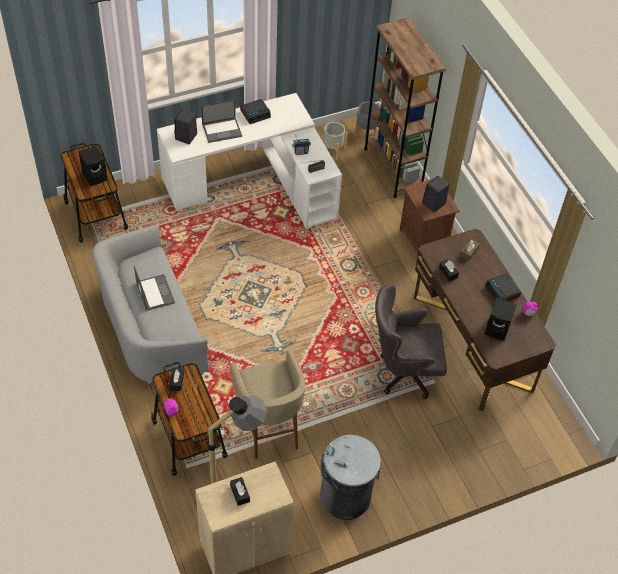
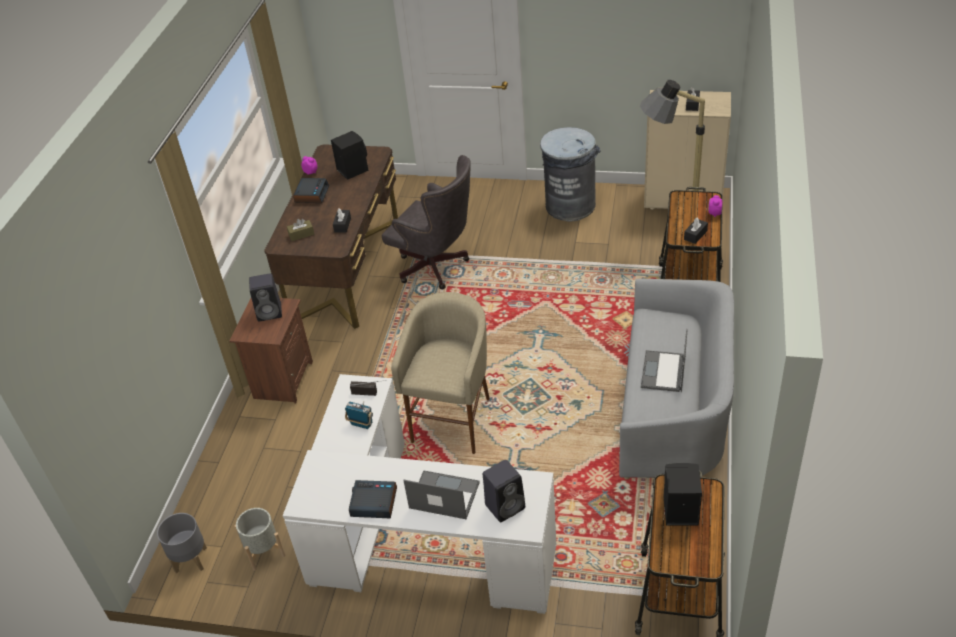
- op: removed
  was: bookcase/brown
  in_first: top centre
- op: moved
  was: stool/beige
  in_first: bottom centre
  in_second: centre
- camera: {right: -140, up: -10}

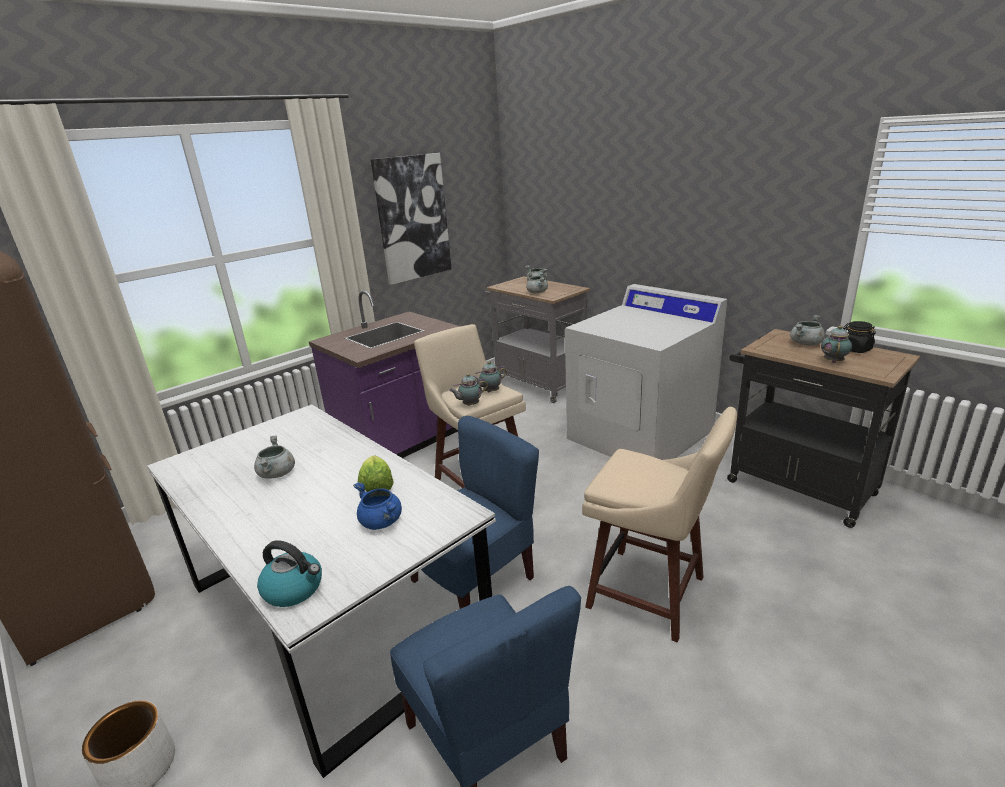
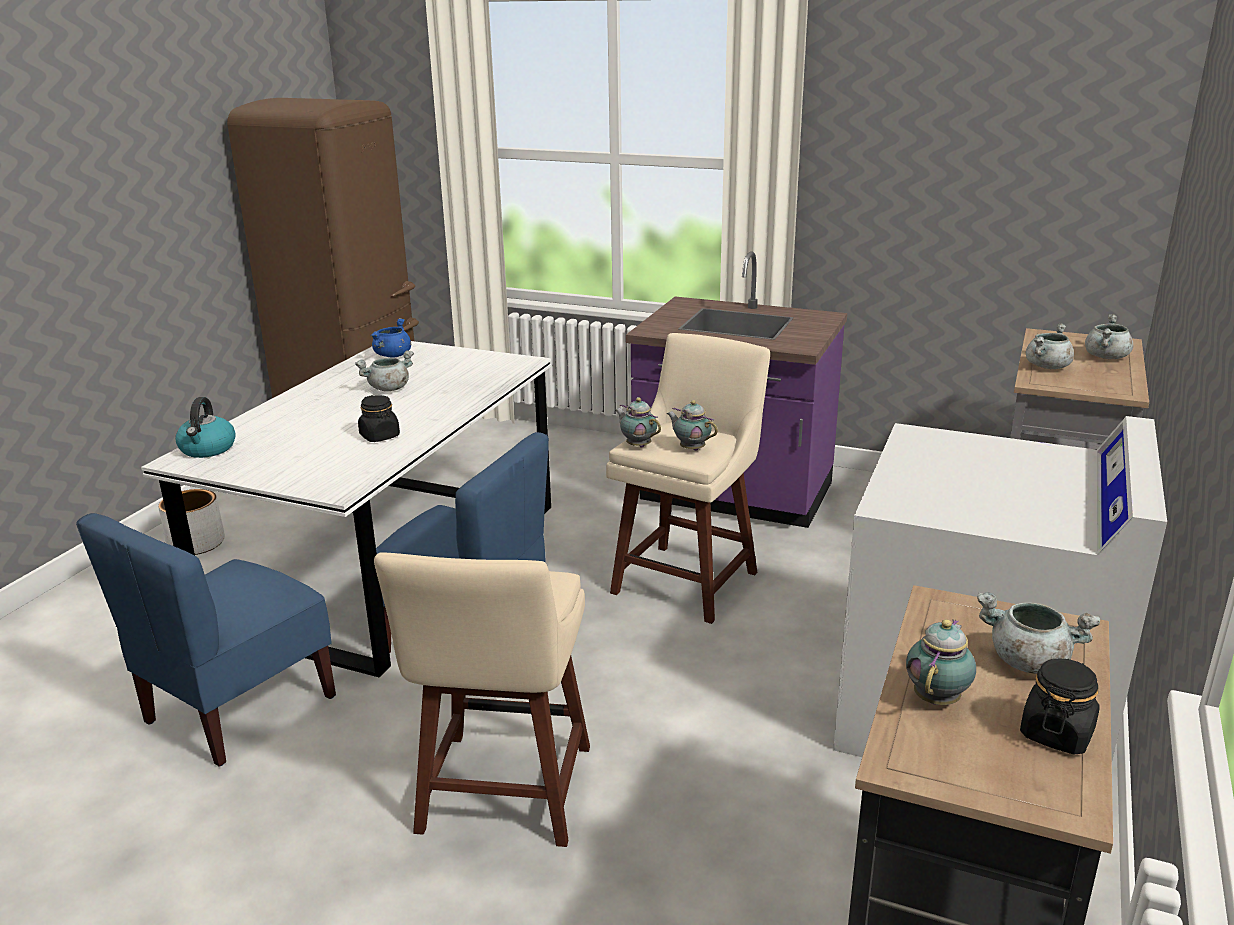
- op: removed
  was: picture
  in_first: top centre
- op: turned
  was: teapot (3rd from left)
  in_first: middle right
  in_second: bottom right
  clockwise: -60
- op: replaced
  was: lettuce
  now: jar/black (1st from left)
  in_first: centre
  in_second: middle left
- op: moved
  was: cooking pot/blue
  in_first: centre
  in_second: middle left
- camera: {right: 65, up: 0}

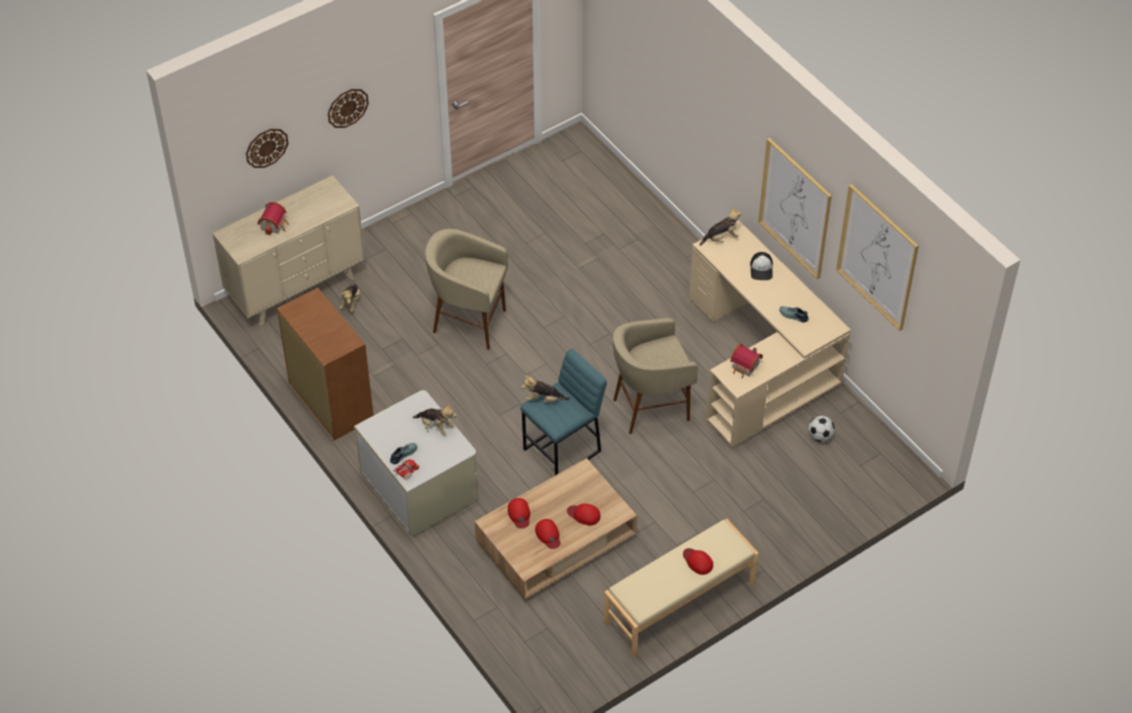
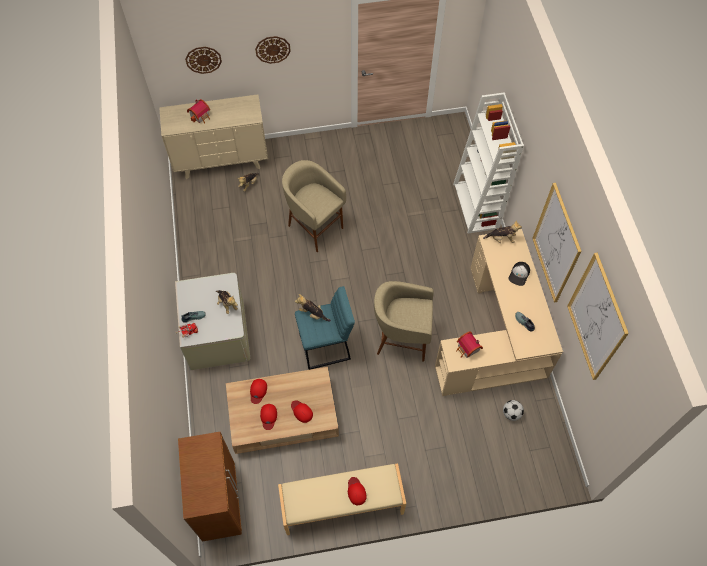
- op: moved
  was: cabinet/brown
  in_first: middle left
  in_second: bottom left
- op: added
  now: bookcase/white
  in_second: top right
- camera: {right: 25, up: 10}

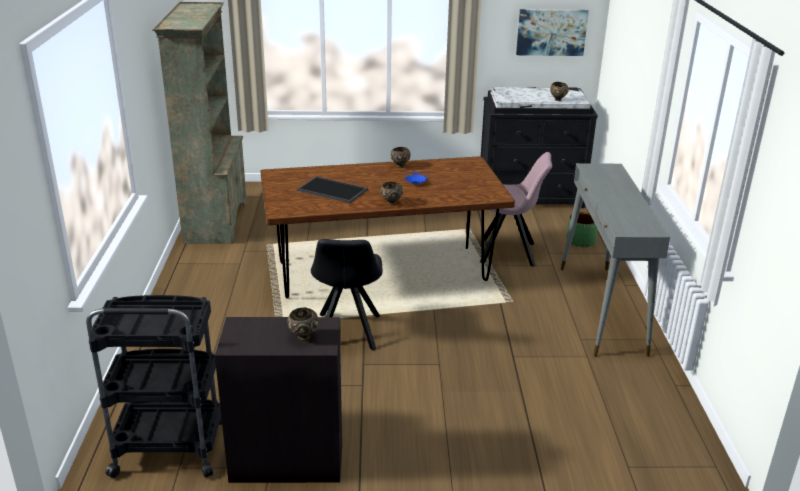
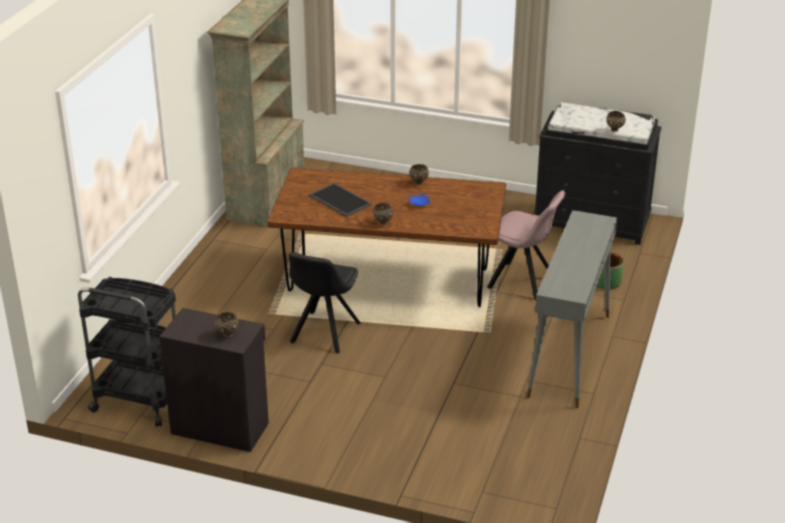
- op: removed
  was: picture
  in_first: top right
- camera: {right: 20, up: 5}

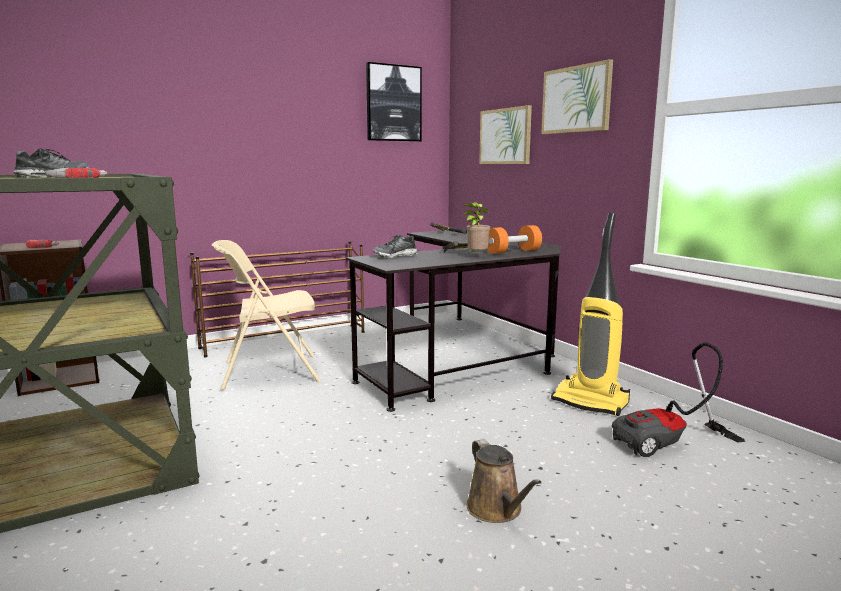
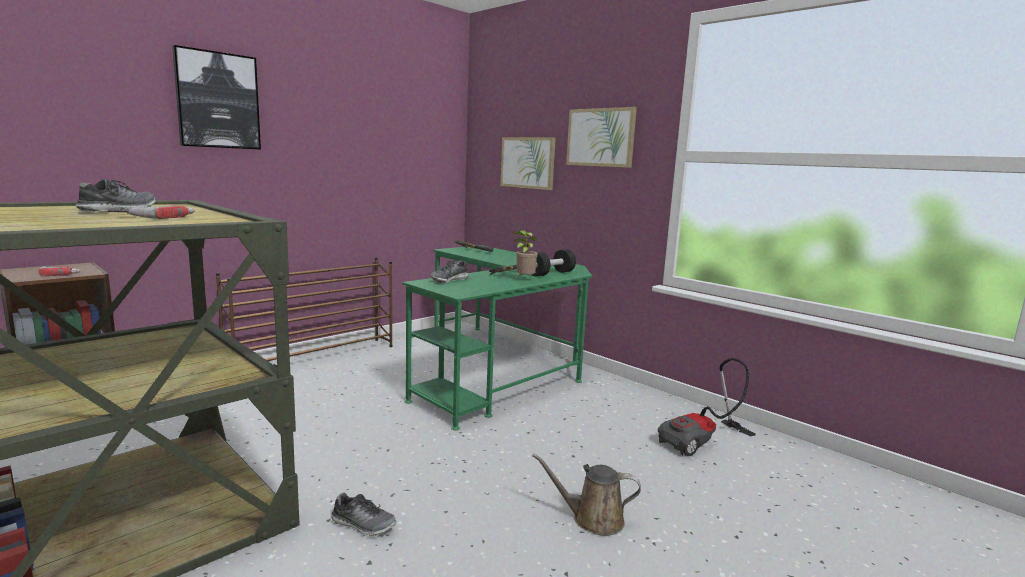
- op: moved
  was: picture (1st from left)
  in_first: top centre
  in_second: top left
- op: removed
  was: vacuum cleaner (1st from left)
  in_first: middle right
- op: recoloured
  was: dumbbell/orange
  now: dumbbell/black
  in_first: centre
  in_second: centre
- op: recoloured
  was: desk/black
  now: desk/green
  in_first: centre
  in_second: centre
- op: removed
  was: chair/beige
  in_first: middle left
- op: turned
  was: watering can/brown
  in_first: bottom centre
  in_second: bottom centre
  clockwise: 135
- op: added
  now: shoe (2nd from left)
  in_second: bottom centre
- camera: {right: -15, up: 0}

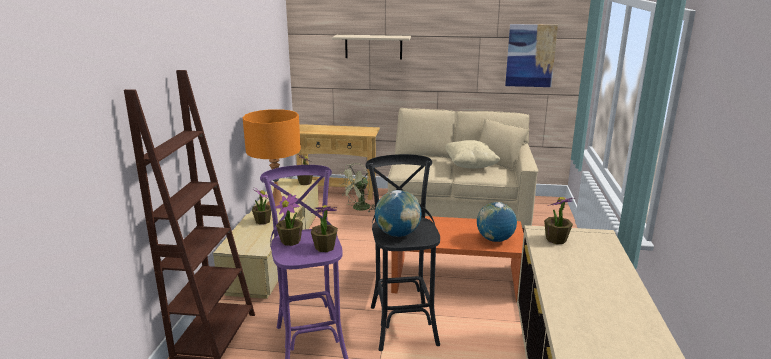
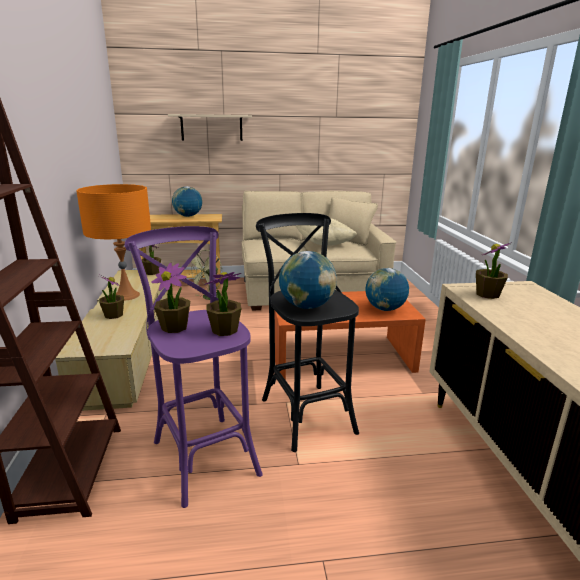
- op: removed
  was: picture
  in_first: top right
- op: added
  now: globe (1st from left)
  in_second: middle left
- camera: {right: -15, up: 0}

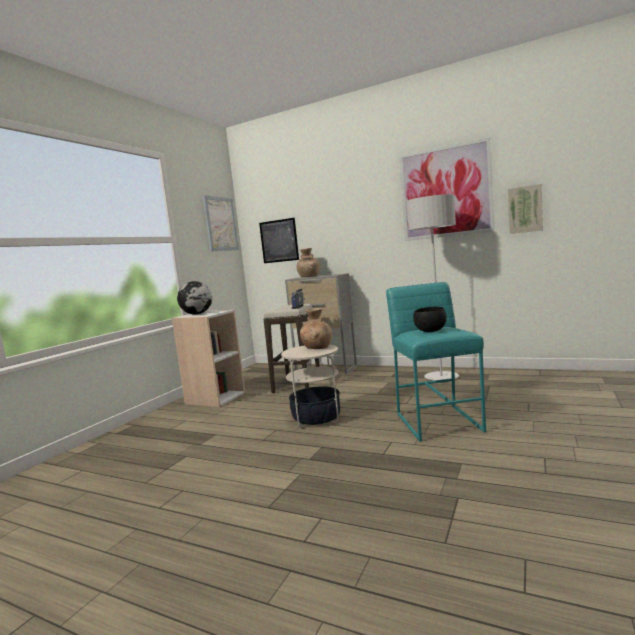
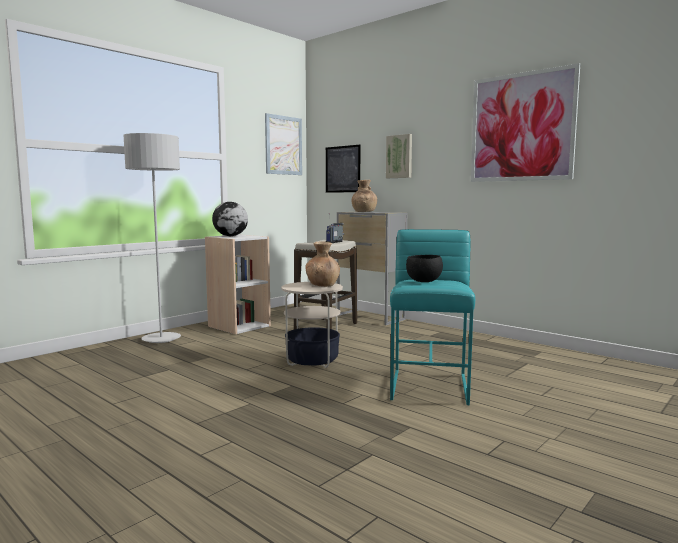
- op: moved
  was: picture (4th from left in the first image)
  now: picture (3rd from left)
  in_first: top right
  in_second: top centre
- op: moved
  was: floor lamp/grey
  in_first: middle right
  in_second: middle left
- camera: {right: 15, up: 0}

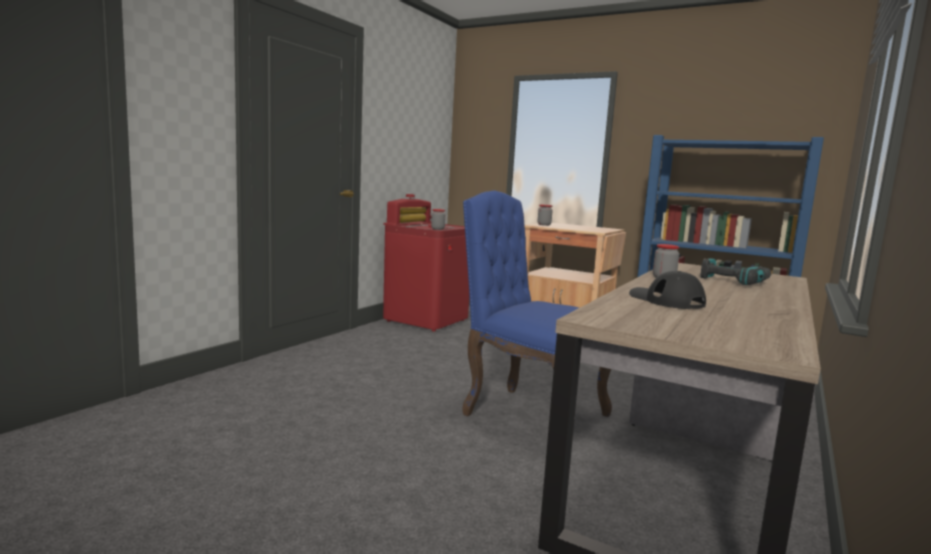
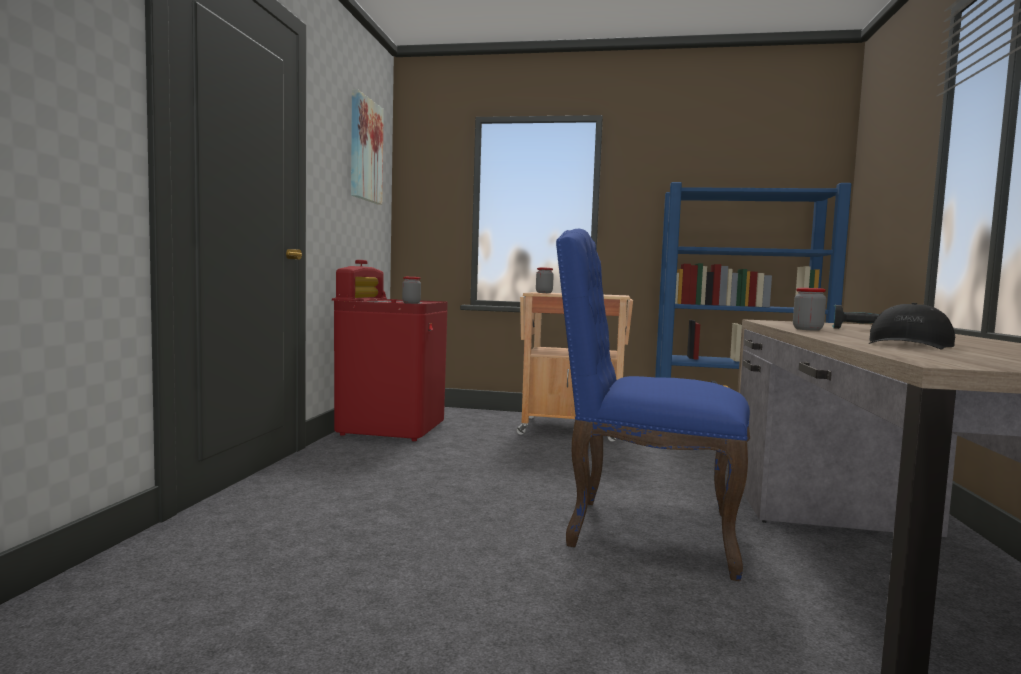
- op: turned
  was: cap/black
  in_first: middle right
  in_second: middle right
  clockwise: -90
- op: added
  now: picture
  in_second: top centre
- camera: {right: -20, up: -5}

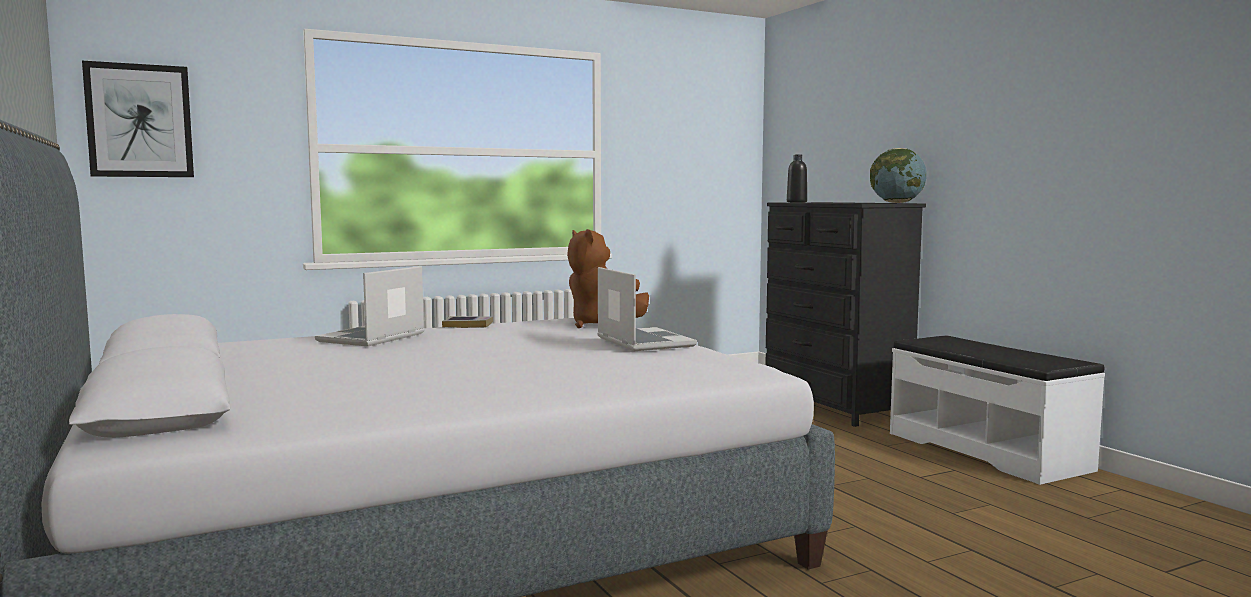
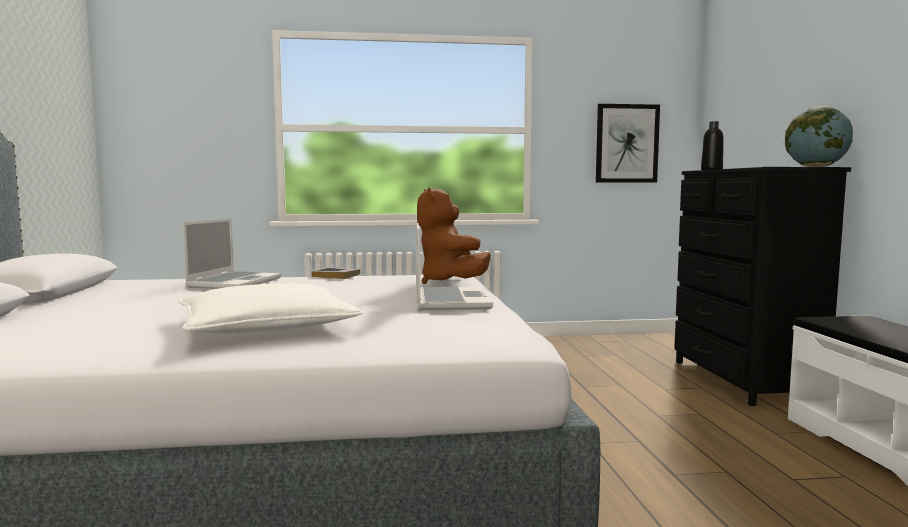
- op: moved
  was: picture
  in_first: top left
  in_second: top right
- op: turned
  was: laptop (1st from left)
  in_first: middle left
  in_second: middle left
  clockwise: 150
- op: added
  now: pillow/white
  in_second: middle left
- camera: {right: 20, up: 0}

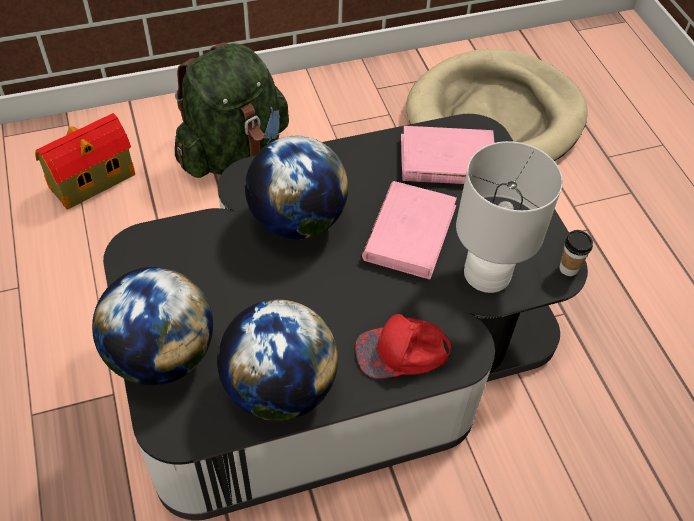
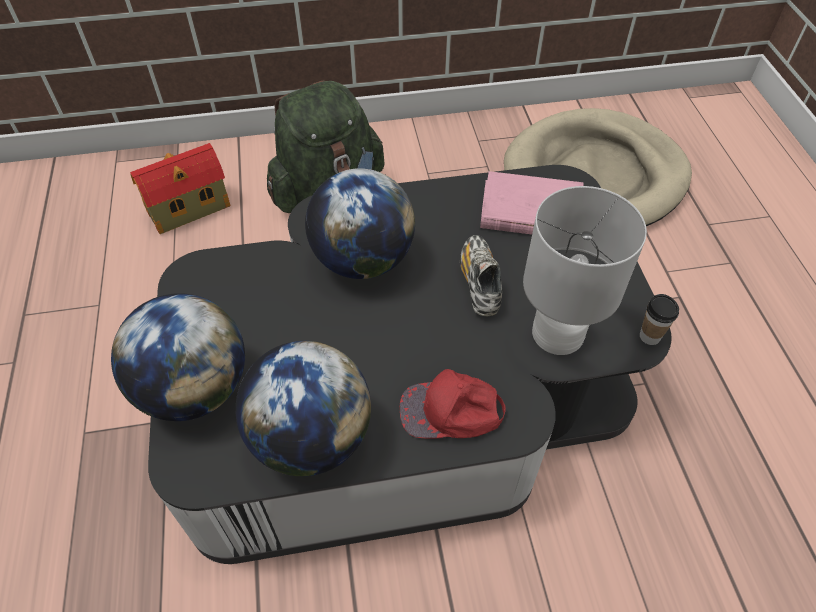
- op: replaced
  was: book/pink (1st from left)
  now: shoe
  in_first: centre
  in_second: centre
- camera: {right: 10, up: 0}

